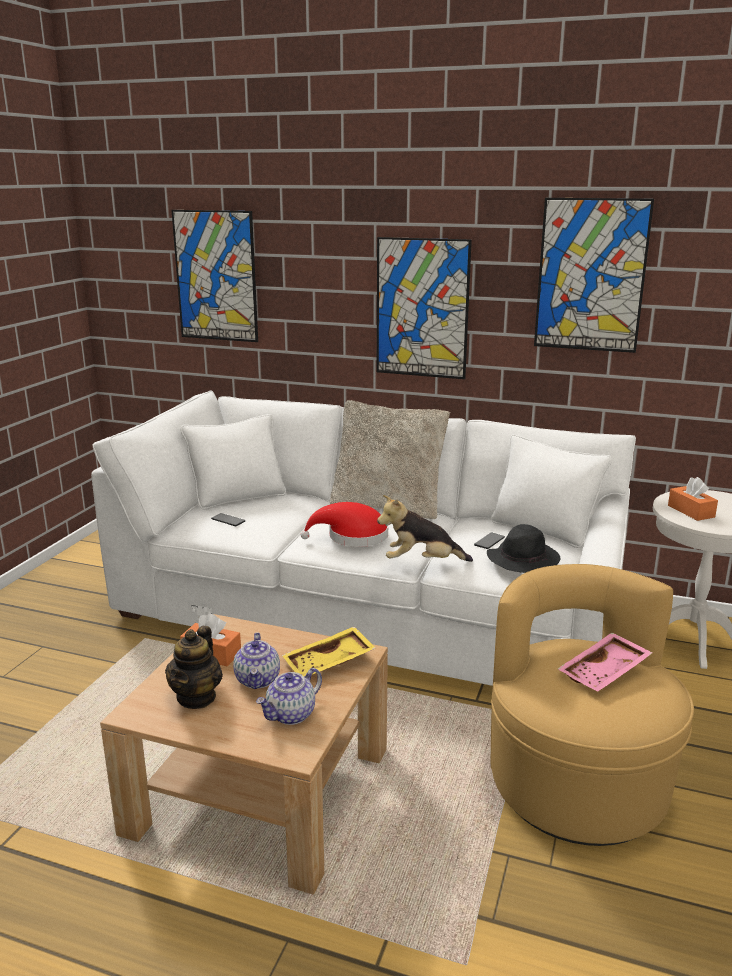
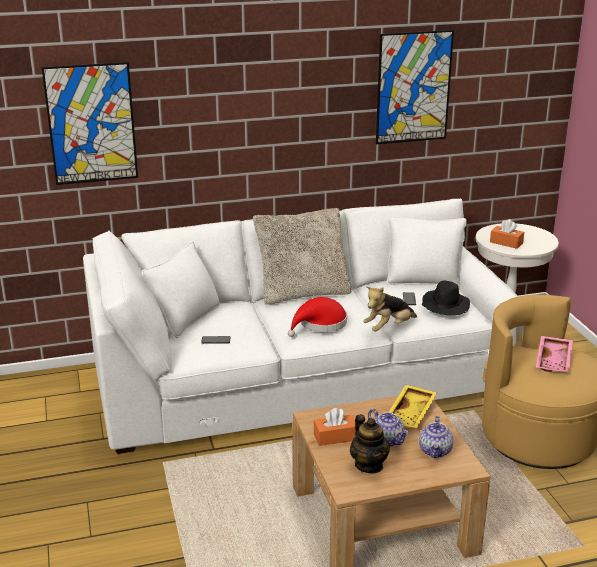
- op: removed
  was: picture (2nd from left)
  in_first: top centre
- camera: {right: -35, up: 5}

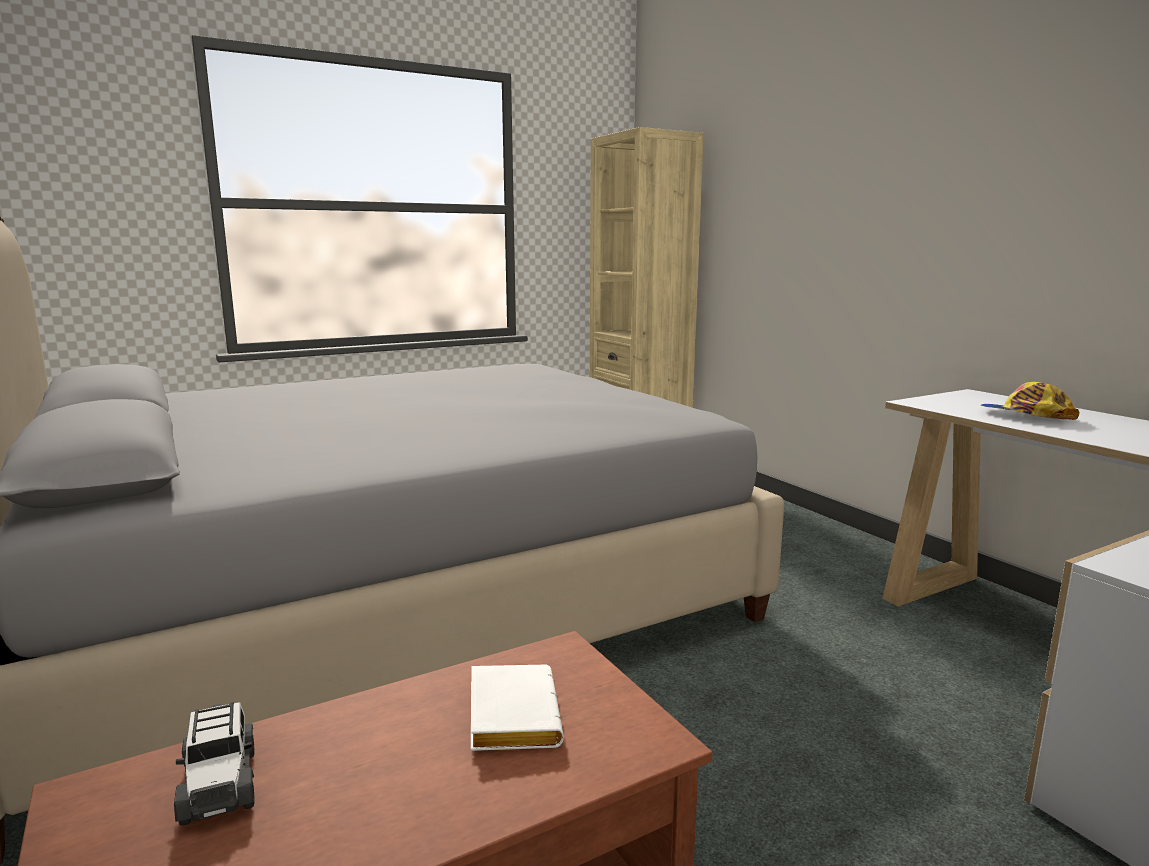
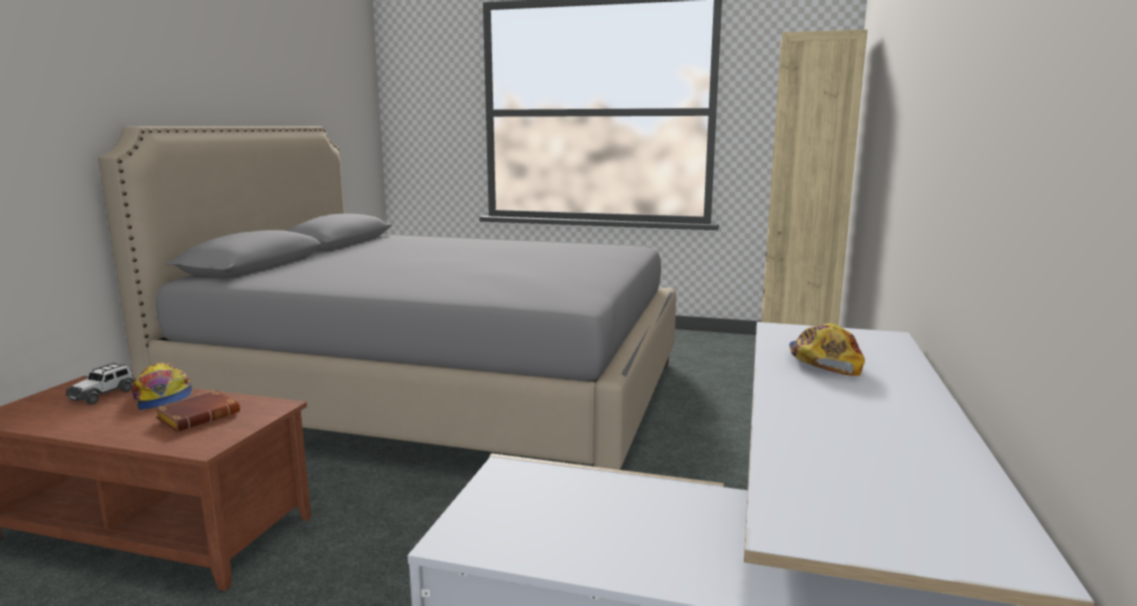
- op: recoloured
  was: book/white
  now: book/brown
  in_first: bottom centre
  in_second: bottom left
- op: added
  now: cap (1st from left)
  in_second: middle left
- camera: {right: 45, up: 0}

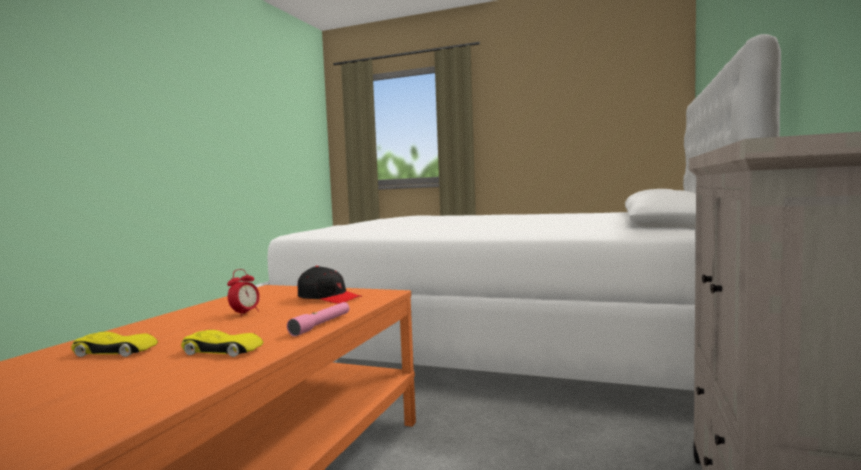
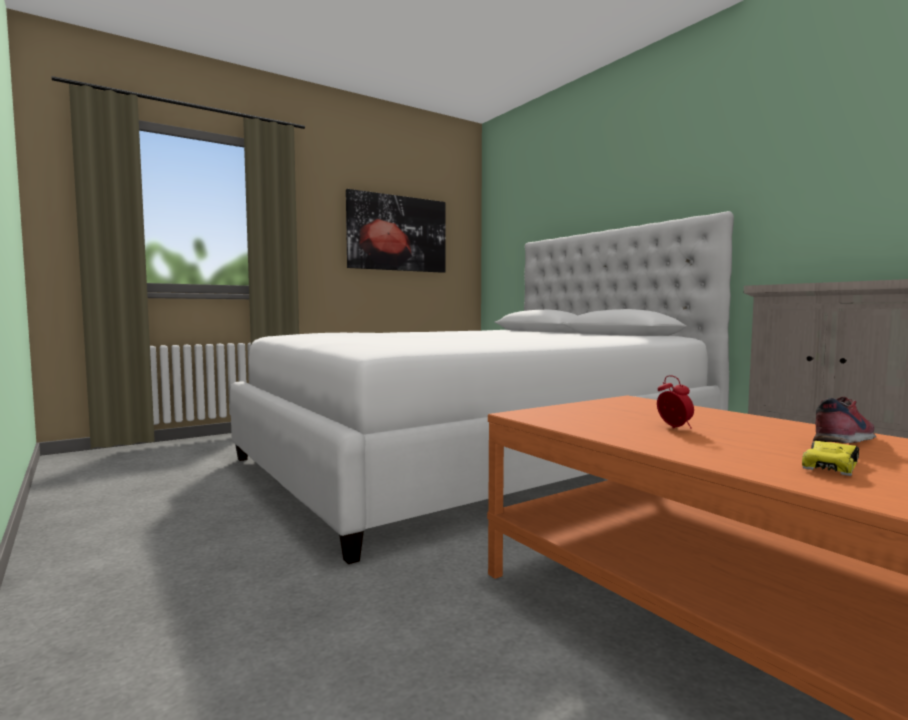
- op: removed
  was: cap/black
  in_first: centre
- op: removed
  was: flashlight/pink
  in_first: bottom centre
- op: replaced
  was: toy car/yellow (2nd from left)
  now: shoe
  in_first: bottom left
  in_second: middle right
- op: added
  now: picture
  in_second: top centre
- camera: {right: -55, up: 0}

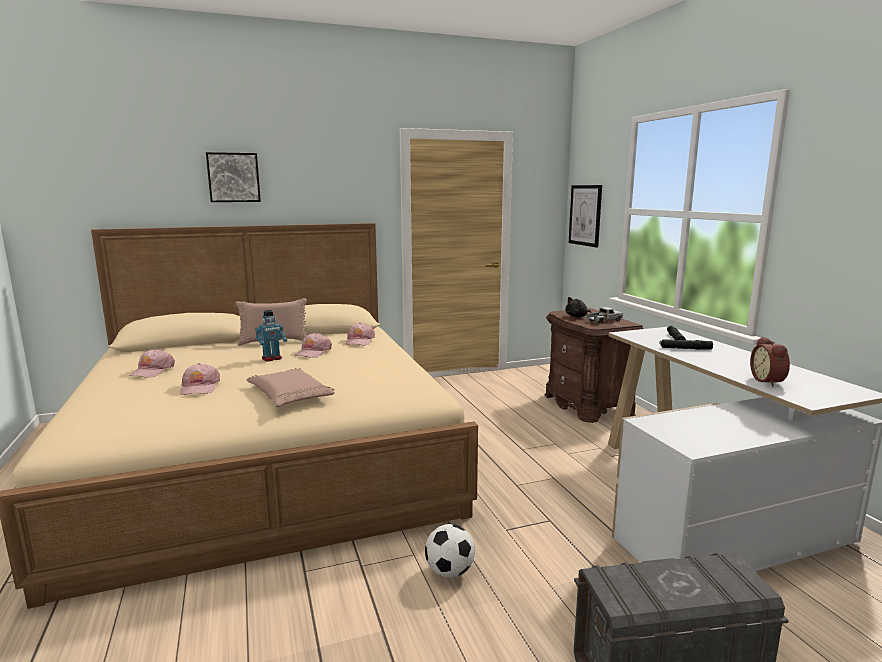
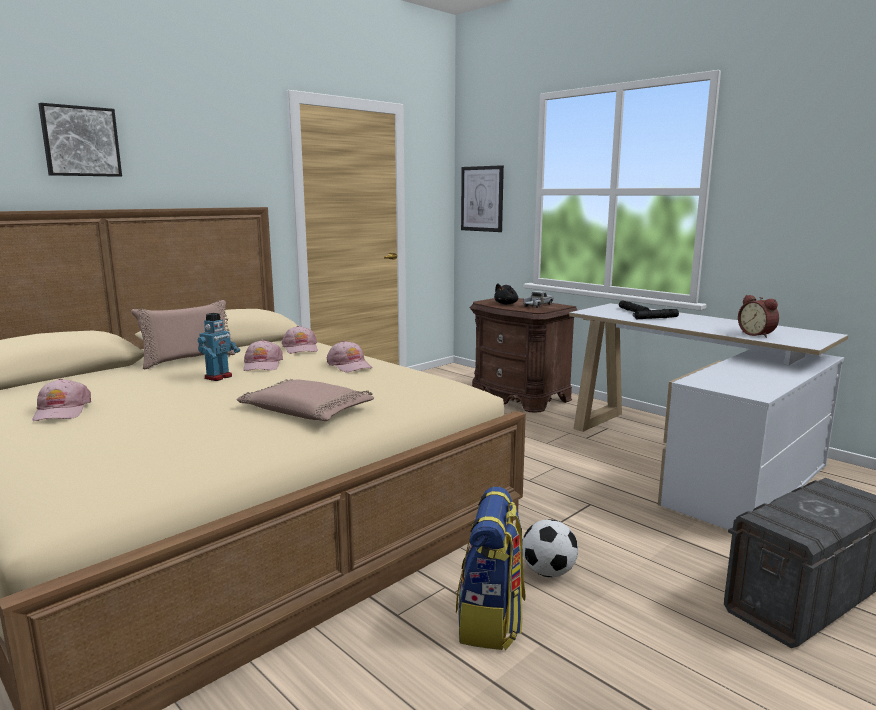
- op: moved
  was: cap/pink (2nd from left in the first image)
  now: cap/pink (4th from left)
  in_first: middle left
  in_second: centre
- op: added
  now: backpack
  in_second: bottom centre
- camera: {right: -25, up: 0}

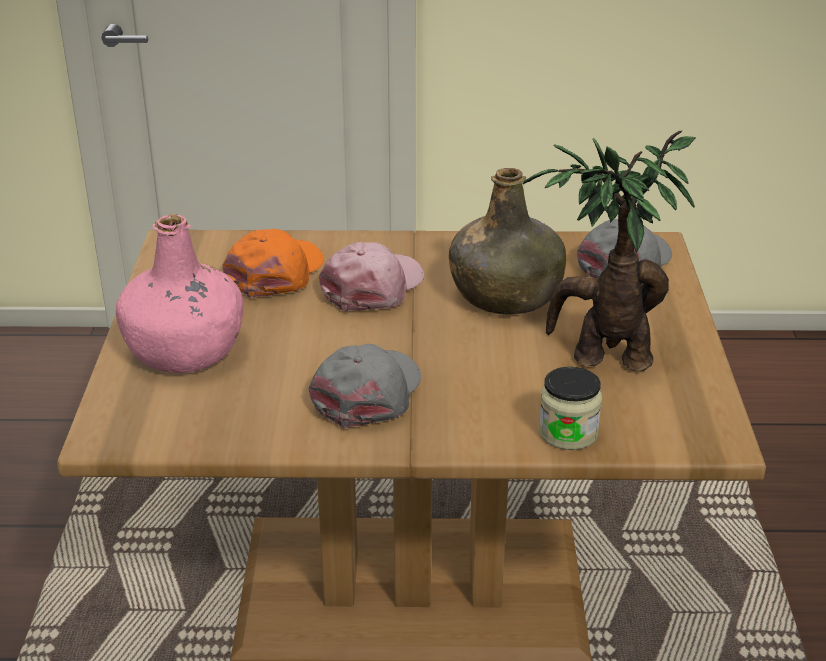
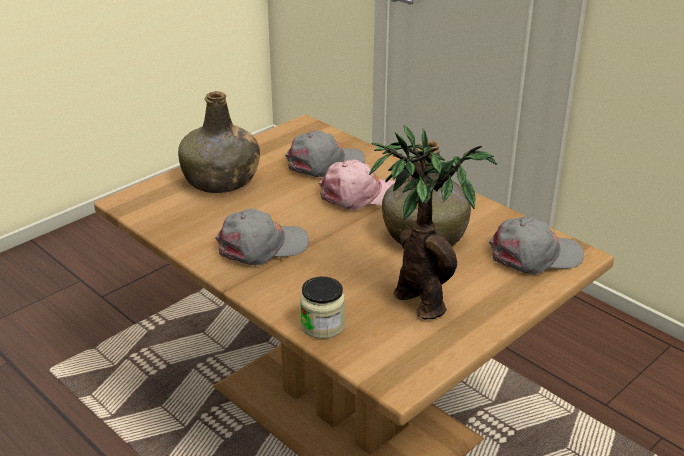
- op: recoloured
  was: bottle/pink
  now: bottle/green (1st from left)
  in_first: middle left
  in_second: top left
- op: recoloured
  was: cap/orange
  now: cap/grey (2nd from left)
  in_first: middle left
  in_second: centre
- camera: {right: 45, up: 0}

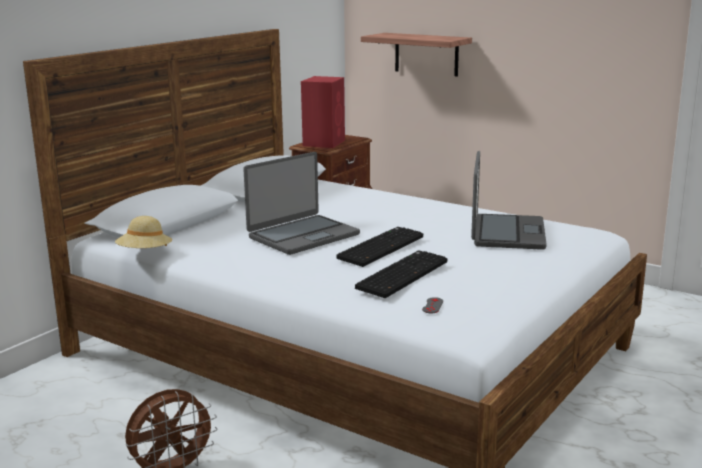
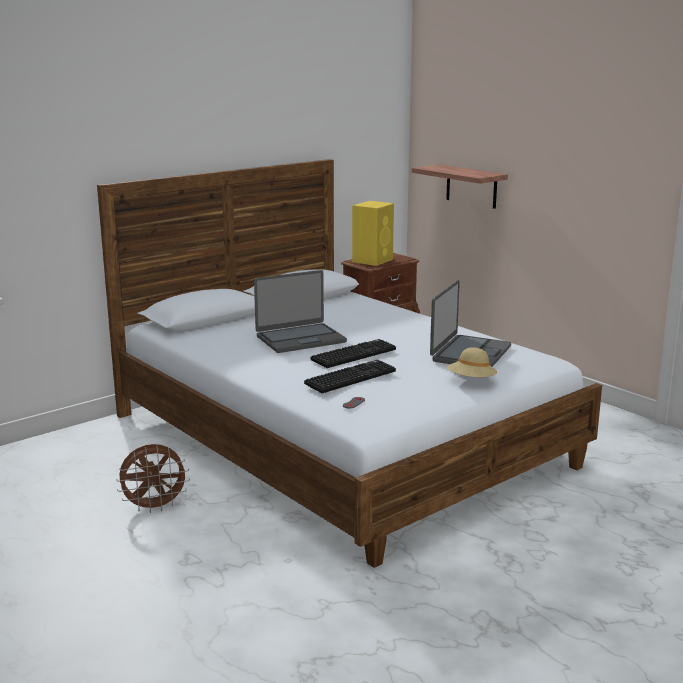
- op: recoloured
  was: speaker/red
  now: speaker/yellow
  in_first: top centre
  in_second: centre
- op: moved
  was: hat/beige
  in_first: middle left
  in_second: middle right
- camera: {right: 15, up: 0}

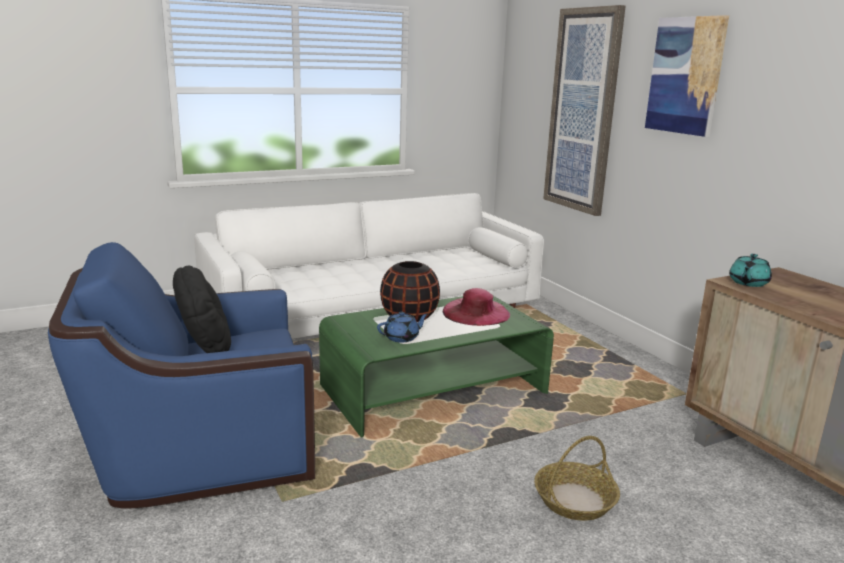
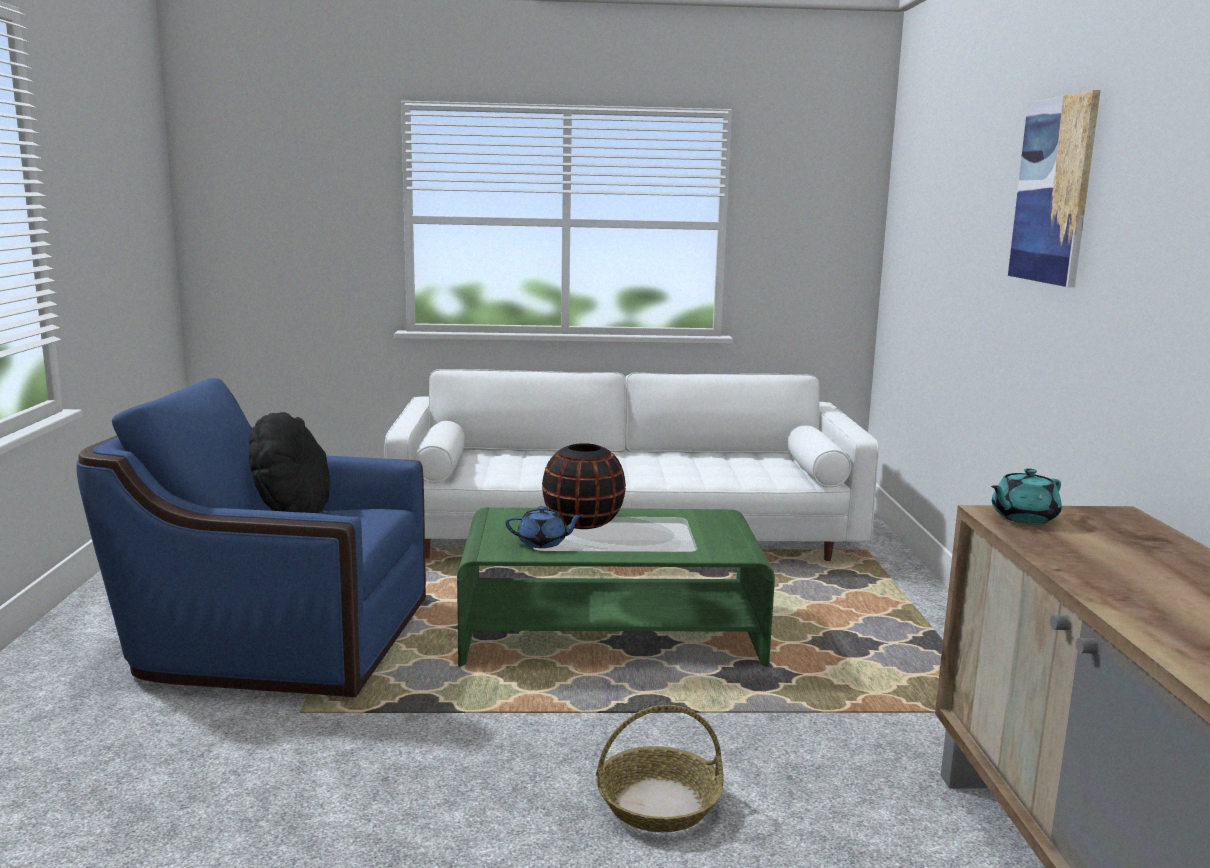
- op: removed
  was: picture (1st from left)
  in_first: top right
- op: removed
  was: hat/pink
  in_first: centre
- camera: {right: 25, up: -5}

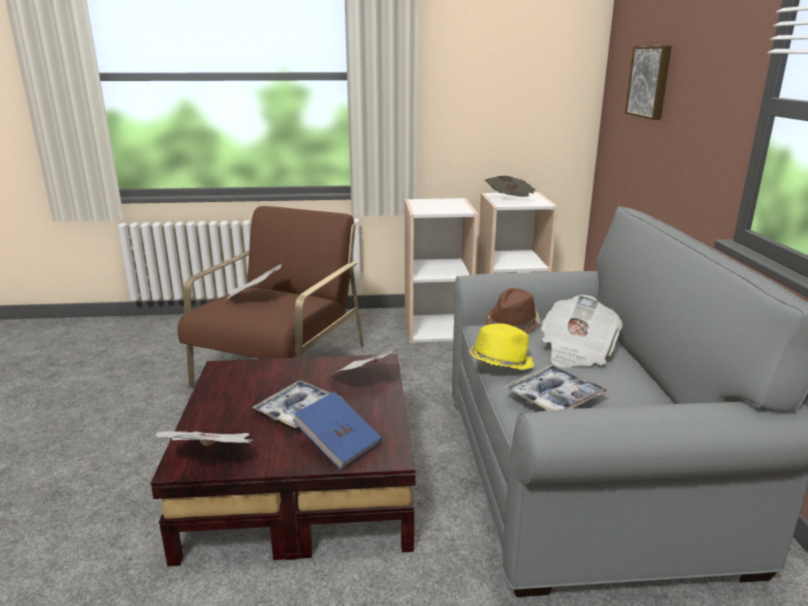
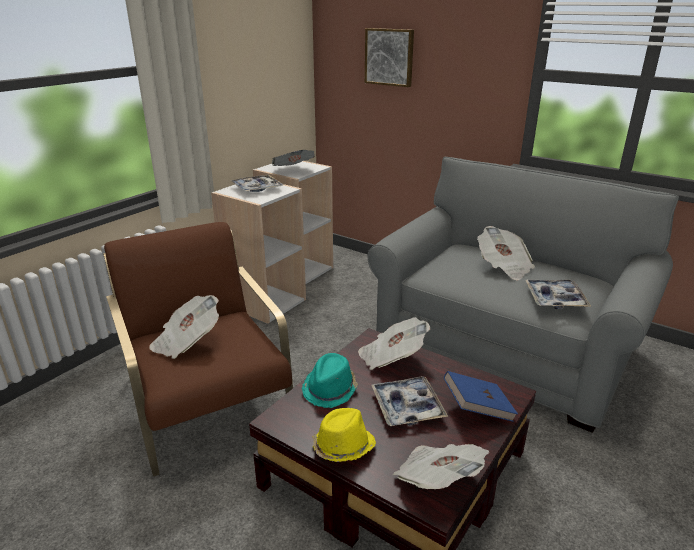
- op: removed
  was: hat/brown
  in_first: centre
- op: moved
  was: hat/yellow
  in_first: centre
  in_second: bottom centre
- op: added
  now: tray (1st from left)
  in_second: top centre
- op: added
  now: hat/turquoise
  in_second: bottom centre
- camera: {right: -50, up: 5}

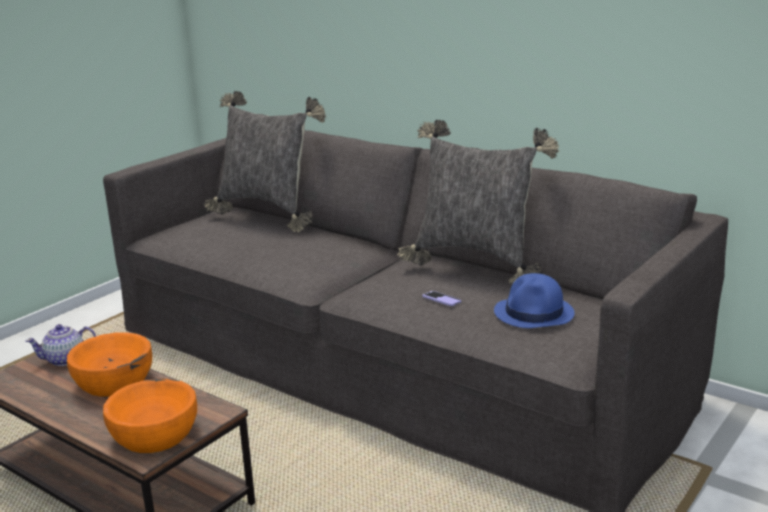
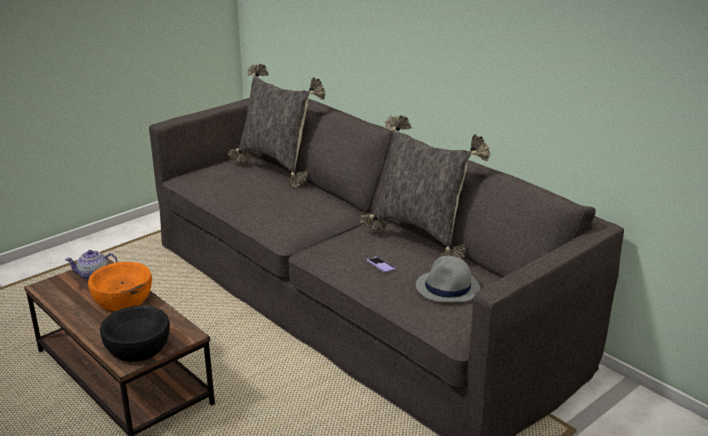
- op: recoloured
  was: hat/blue
  now: hat/grey
  in_first: middle right
  in_second: centre
- op: recoloured
  was: bowl/orange (2nd from left)
  now: bowl/black
  in_first: bottom left
  in_second: bottom left
- camera: {right: 10, up: 5}

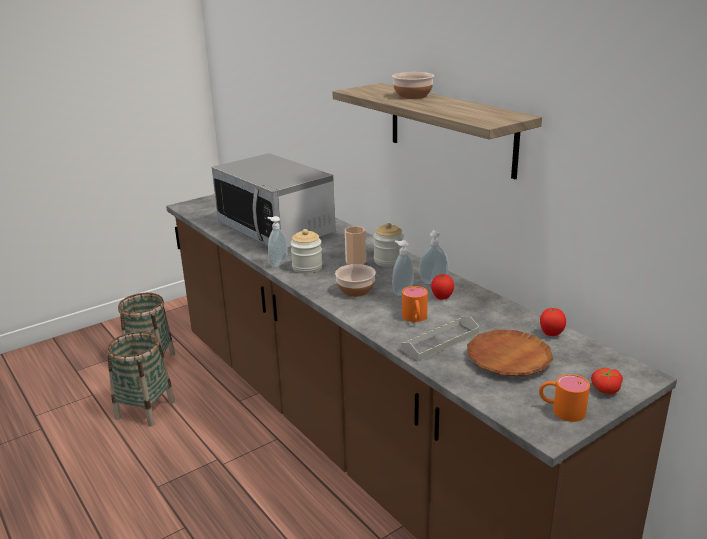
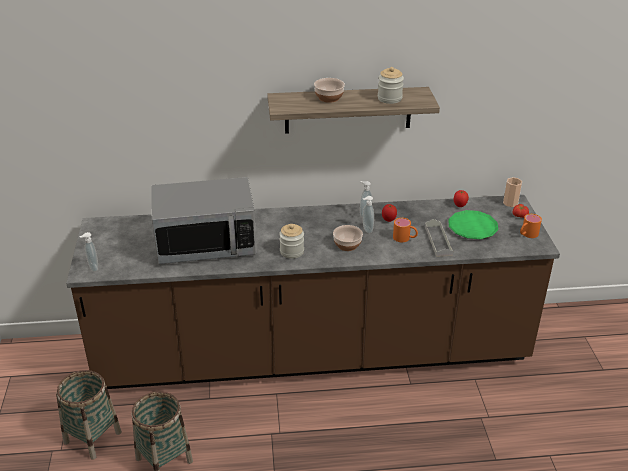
- op: moved
  was: soap dispenser (1st from left)
  in_first: centre
  in_second: middle left
- op: moved
  was: jar (2nd from left)
  in_first: centre
  in_second: top centre
- op: moved
  was: cup
  in_first: centre
  in_second: middle right
- op: recoloured
  was: plate/brown
  now: plate/green
  in_first: middle right
  in_second: middle right
- camera: {right: -60, up: 10}

